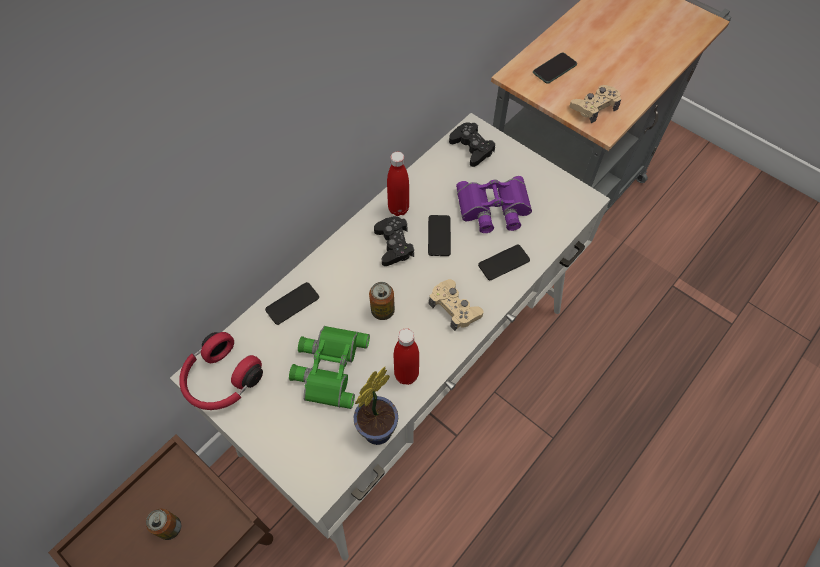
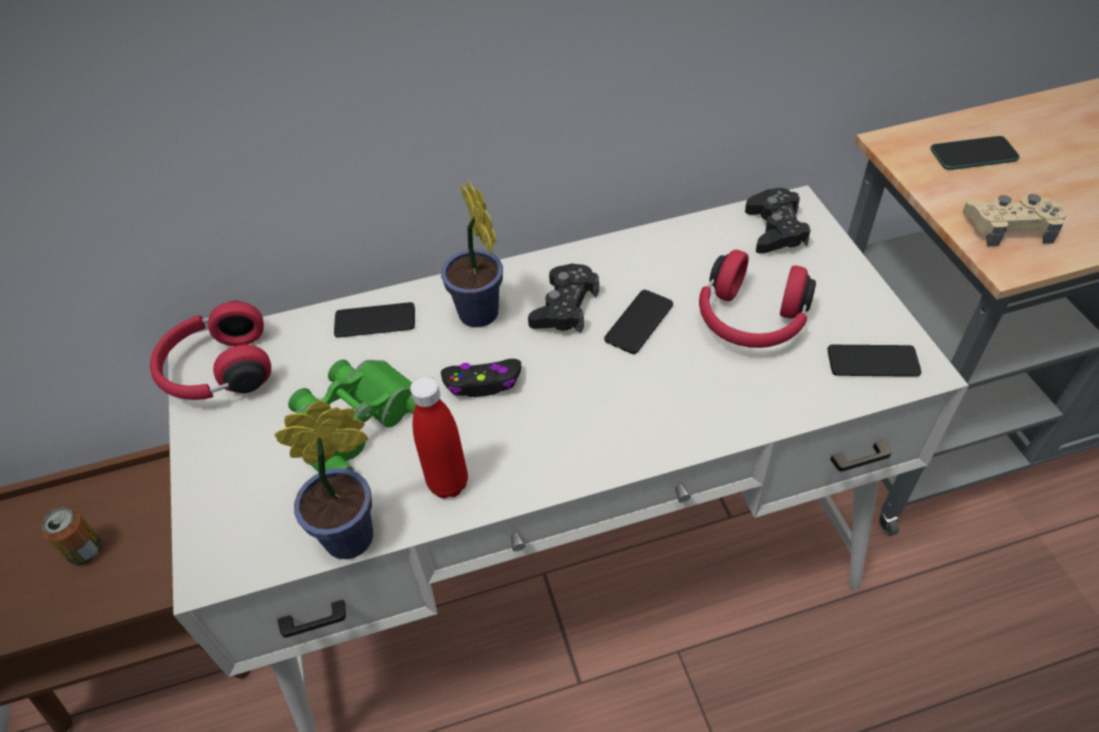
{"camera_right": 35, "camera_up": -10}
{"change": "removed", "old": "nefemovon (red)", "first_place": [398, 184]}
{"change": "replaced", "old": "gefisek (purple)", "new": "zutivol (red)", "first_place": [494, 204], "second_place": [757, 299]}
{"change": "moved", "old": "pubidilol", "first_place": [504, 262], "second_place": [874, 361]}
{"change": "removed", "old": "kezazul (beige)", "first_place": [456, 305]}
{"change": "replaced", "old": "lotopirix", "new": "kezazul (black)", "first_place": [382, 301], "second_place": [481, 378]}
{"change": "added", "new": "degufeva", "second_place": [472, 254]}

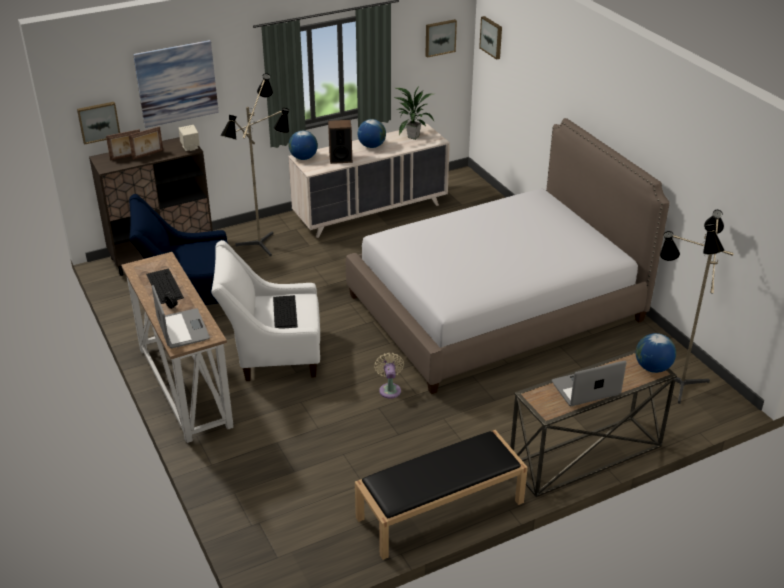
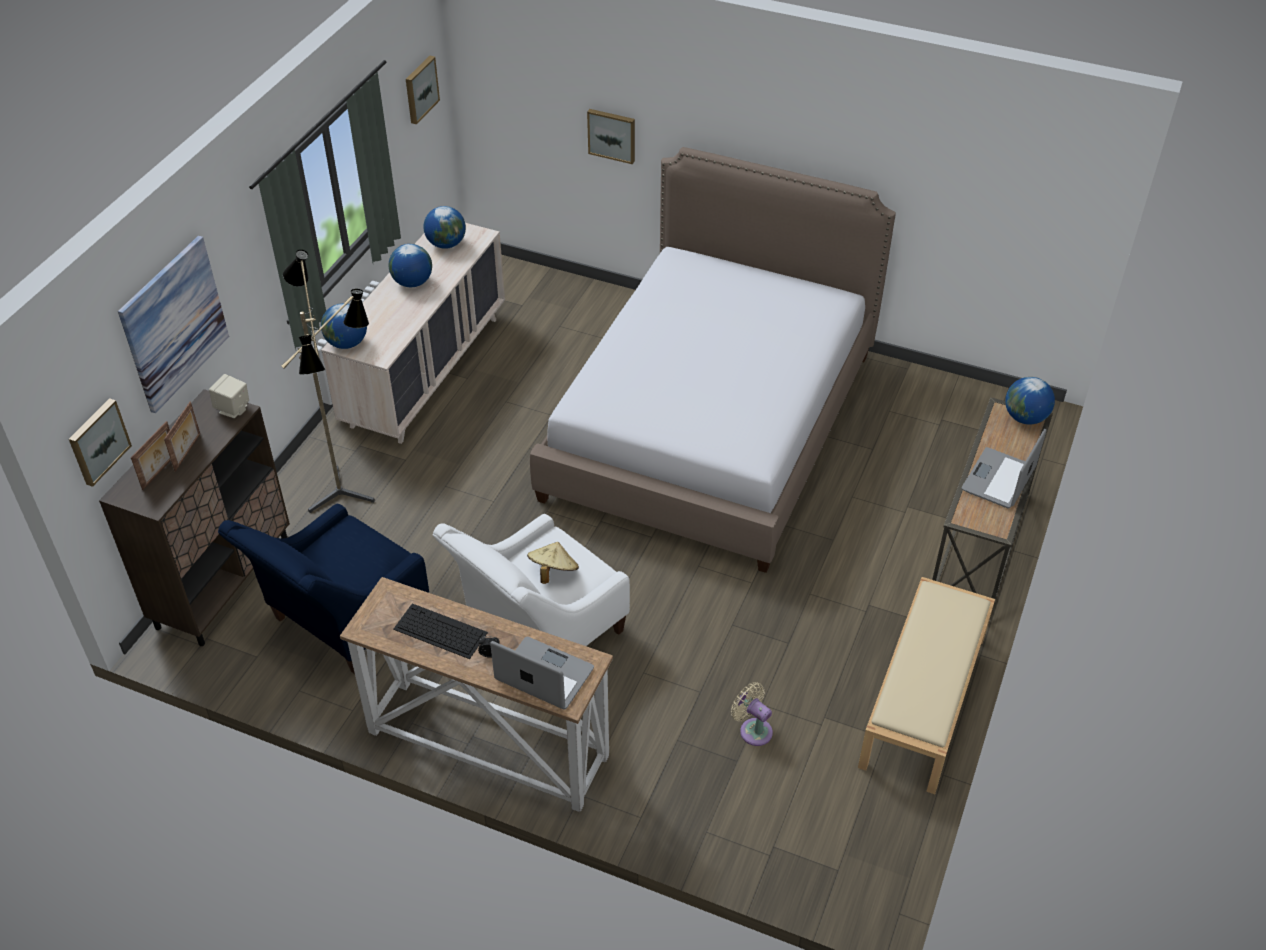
{"camera_right": -40, "camera_up": 10}
{"change": "moved", "old": "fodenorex", "first_place": [490, 38], "second_place": [611, 136]}
{"change": "replaced", "old": "degufeva", "new": "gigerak", "first_place": [416, 114], "second_place": [445, 227]}
{"change": "removed", "old": "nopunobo", "first_place": [340, 142]}
{"change": "removed", "old": "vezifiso", "first_place": [697, 307]}
{"change": "replaced", "old": "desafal", "new": "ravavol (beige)", "first_place": [285, 311], "second_place": [553, 563]}
{"change": "moved", "old": "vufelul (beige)", "first_place": [389, 375], "second_place": [752, 714]}
{"change": "recoloured", "old": "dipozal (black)", "new": "dipozal (beige)", "first_place": [441, 495], "second_place": [926, 685]}

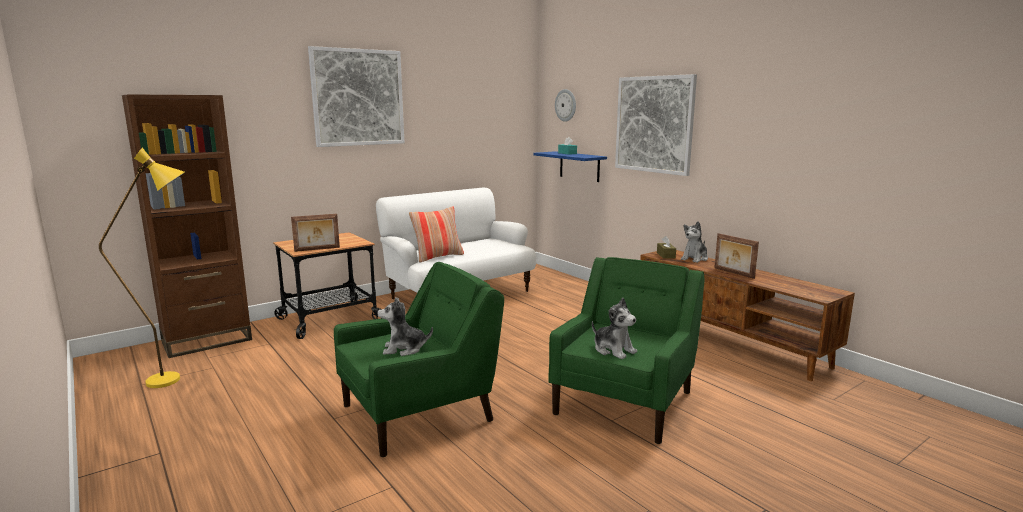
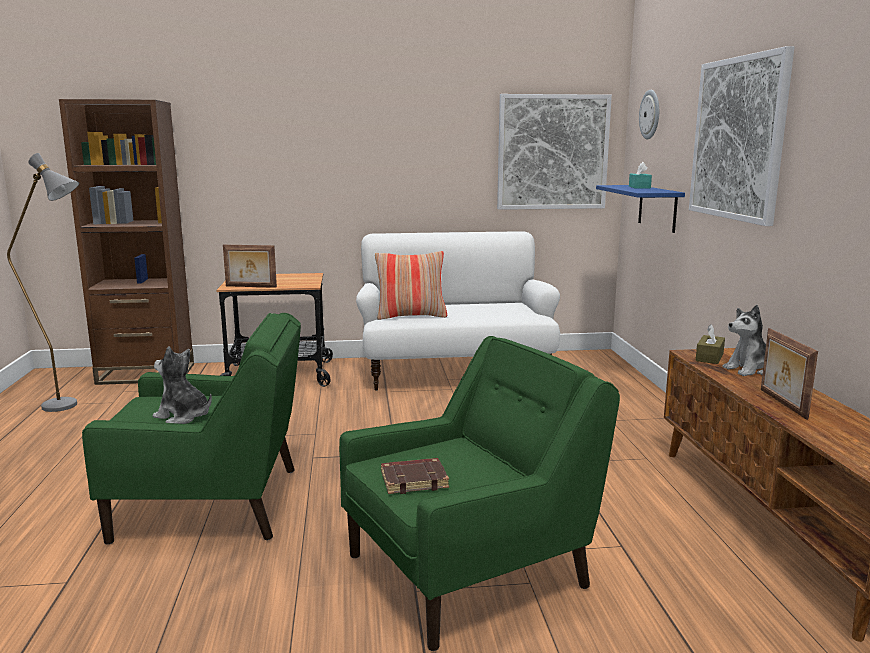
{"camera_right": 30, "camera_up": 0}
{"change": "moved", "old": "fodenorex", "first_place": [356, 96], "second_place": [554, 152]}
{"change": "recoloured", "old": "vezifiso (yellow)", "new": "vezifiso (grey)", "first_place": [142, 268], "second_place": [43, 282]}
{"change": "replaced", "old": "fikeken", "new": "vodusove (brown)", "first_place": [614, 328], "second_place": [415, 476]}

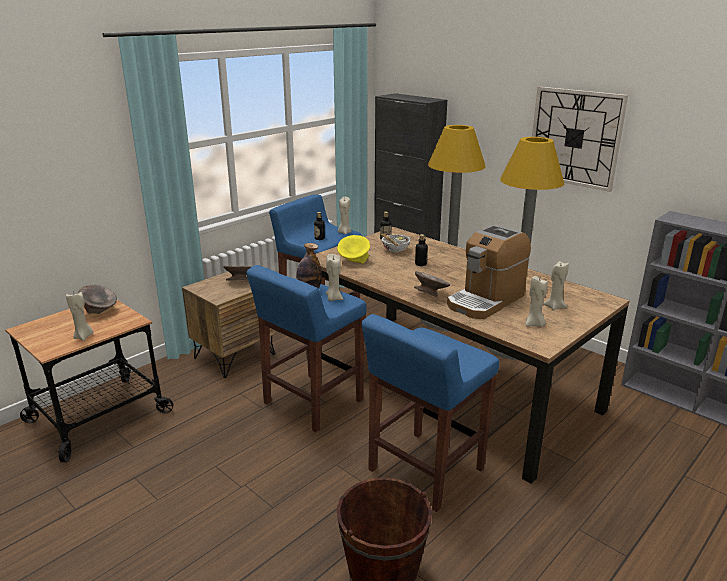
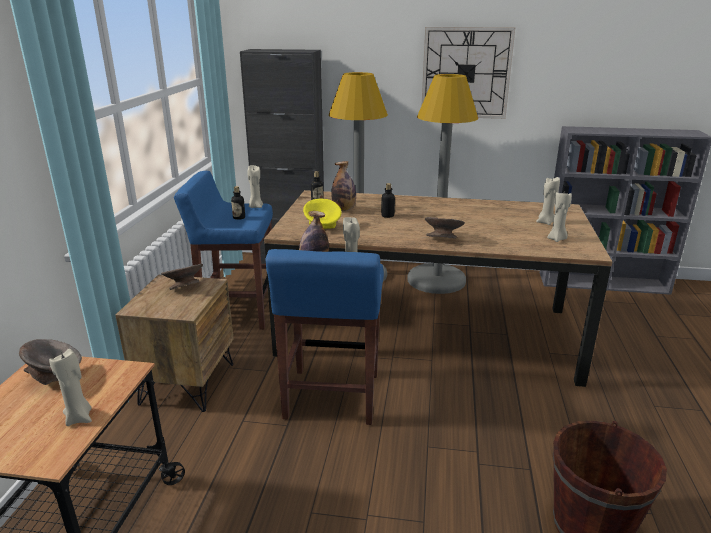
{"camera_right": -35, "camera_up": 0}
{"change": "removed", "old": "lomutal", "first_place": [489, 272]}
{"change": "replaced", "old": "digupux", "new": "nefemovon", "first_place": [396, 243], "second_place": [343, 186]}
{"change": "removed", "old": "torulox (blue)", "first_place": [430, 413]}

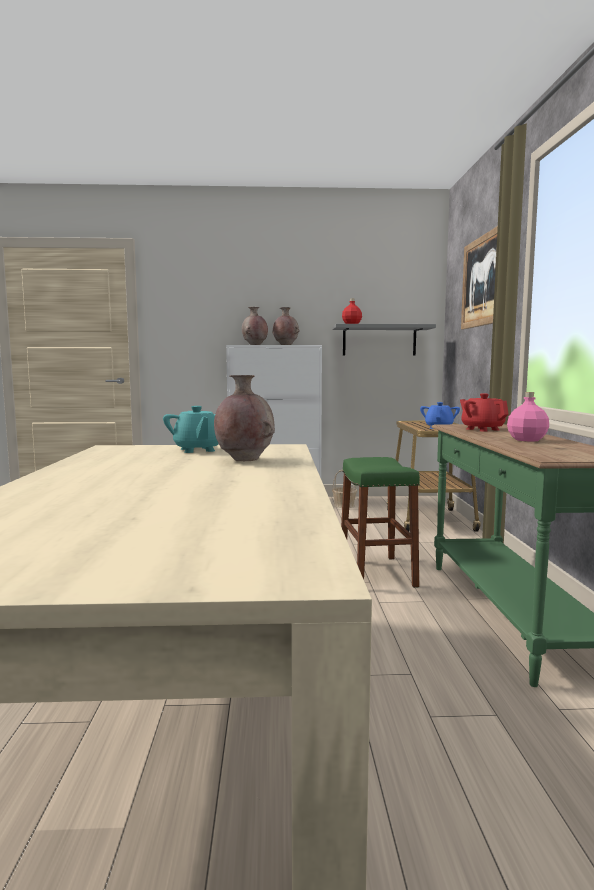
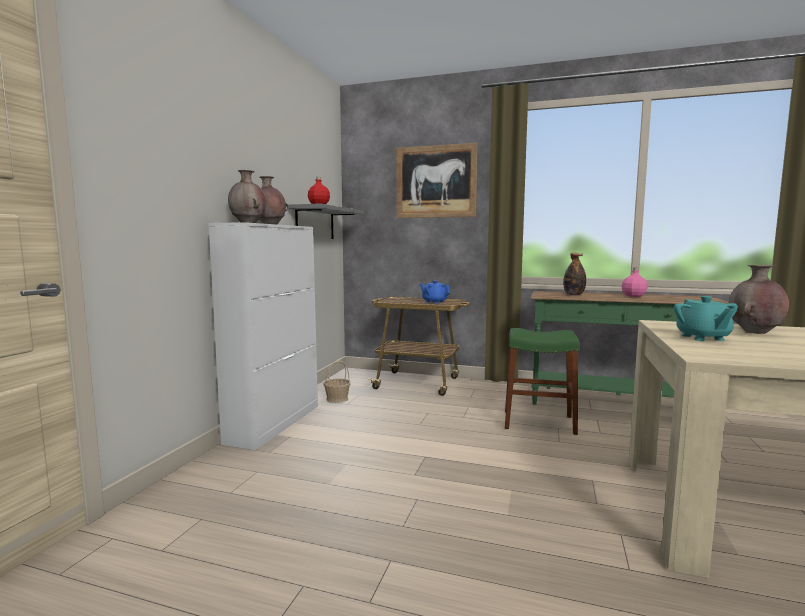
{"camera_right": -70, "camera_up": 0}
{"change": "replaced", "old": "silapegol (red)", "new": "nefemovon", "first_place": [484, 412], "second_place": [574, 274]}
{"change": "turned", "old": "silapegol (turquoise)", "first_place": [191, 429], "second_place": [706, 318], "degrees": 90}

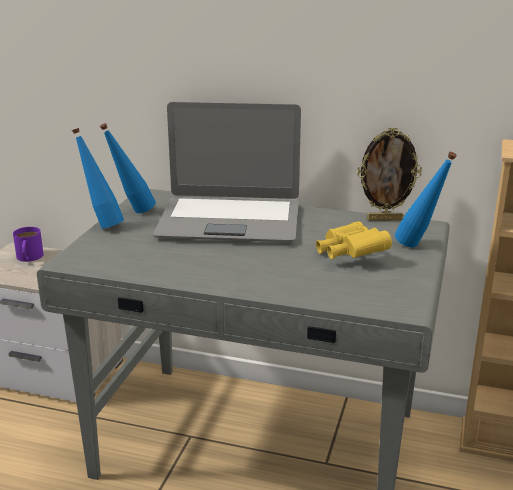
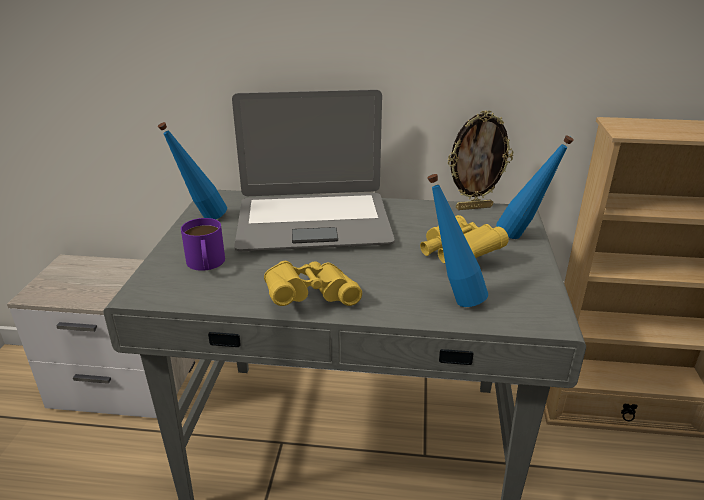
{"camera_right": -10, "camera_up": 5}
{"change": "moved", "old": "nefemovon (blue)", "first_place": [98, 178], "second_place": [457, 240]}
{"change": "moved", "old": "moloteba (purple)", "first_place": [28, 244], "second_place": [203, 244]}
{"change": "added", "new": "gefisek (yellow)", "second_place": [313, 283]}

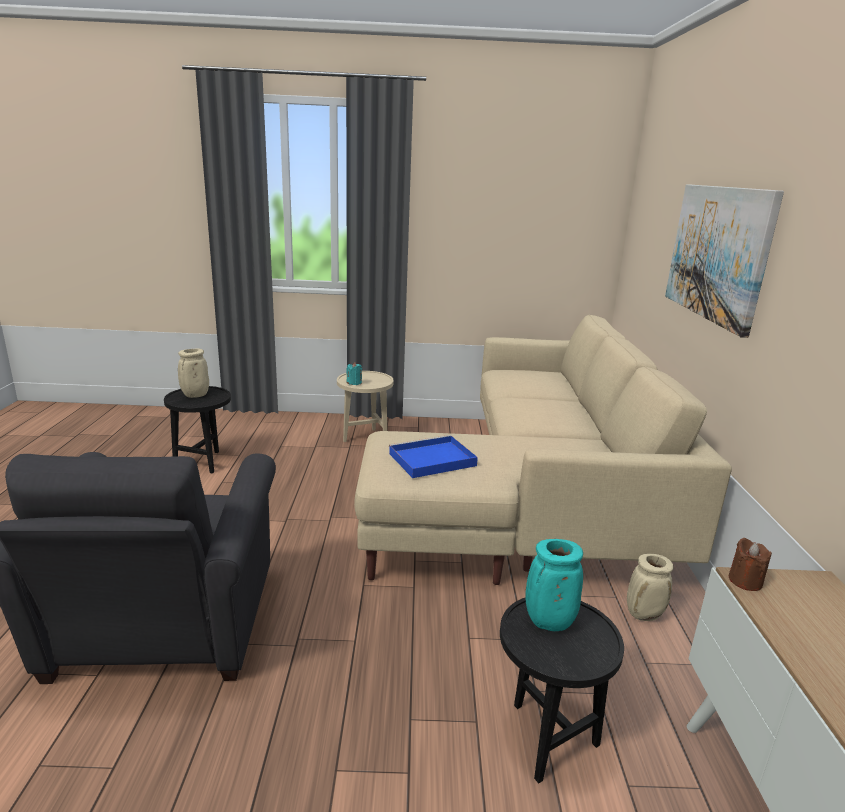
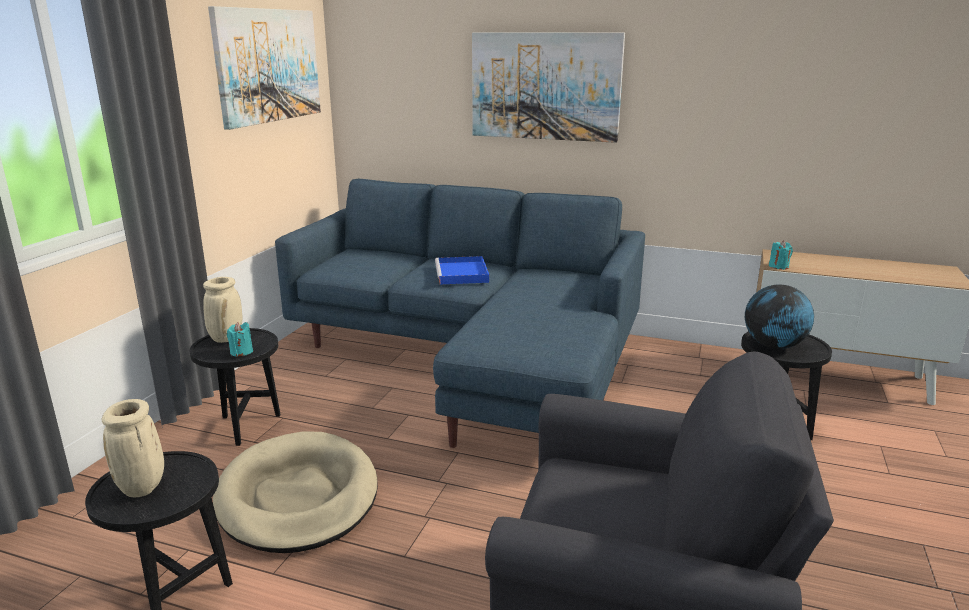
{"camera_right": -70, "camera_up": 0}
{"change": "recoloured", "old": "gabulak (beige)", "new": "gabulak (blue)", "first_place": [543, 450], "second_place": [460, 313]}
{"change": "recoloured", "old": "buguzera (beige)", "new": "buguzera (black)", "first_place": [365, 406], "second_place": [235, 387]}
{"change": "moved", "old": "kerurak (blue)", "first_place": [433, 456], "second_place": [462, 270]}
{"change": "recoloured", "old": "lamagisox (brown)", "new": "lamagisox (turquoise)", "first_place": [750, 564], "second_place": [781, 255]}
{"change": "replaced", "old": "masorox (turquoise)", "new": "gigerak", "first_place": [554, 585], "second_place": [779, 316]}
{"change": "moved", "old": "masorox (beige)", "first_place": [650, 587], "second_place": [223, 310]}
{"change": "added", "new": "fodenorex", "second_place": [264, 68]}
{"change": "added", "new": "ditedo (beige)", "second_place": [295, 492]}

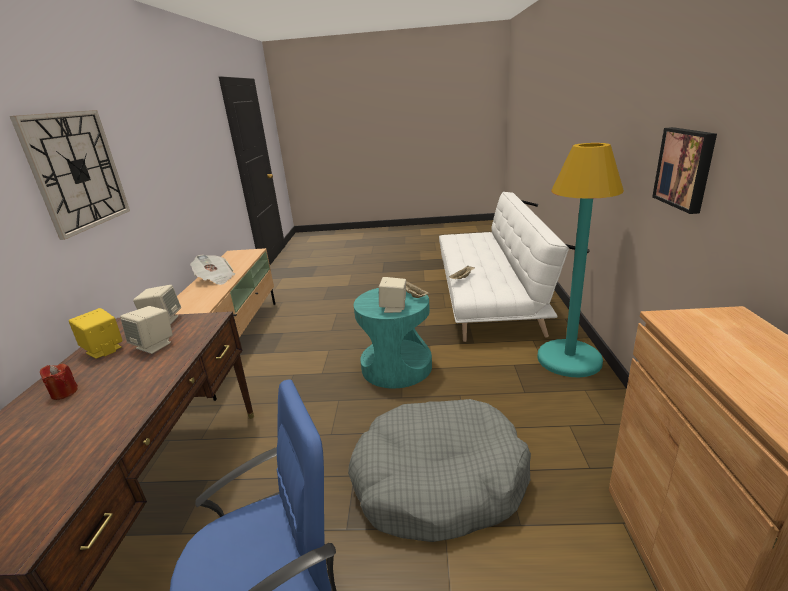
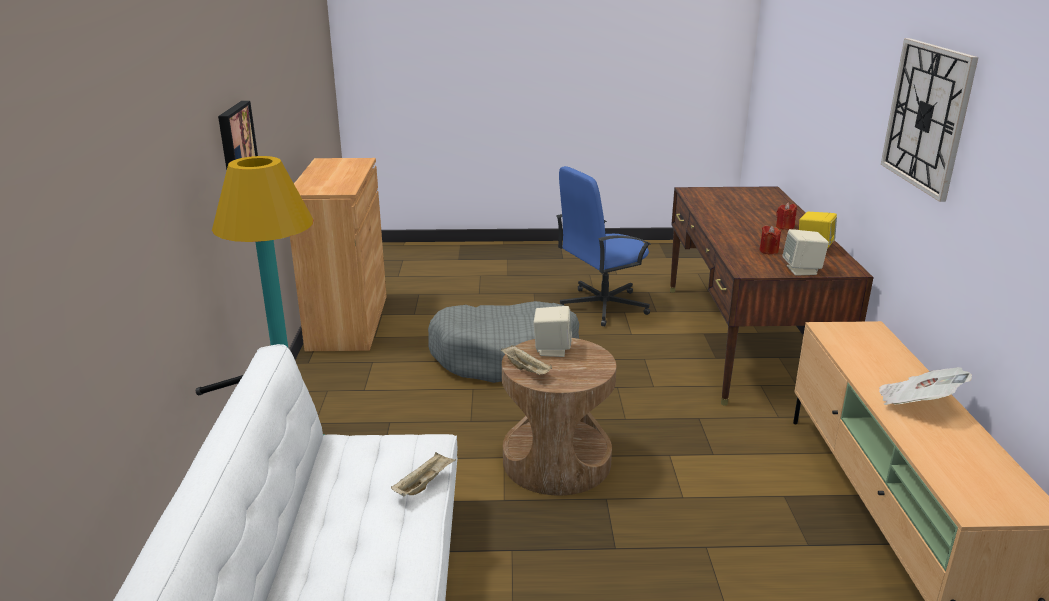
{"camera_right": 175, "camera_up": 0}
{"change": "recoloured", "old": "buguzera (turquoise)", "new": "buguzera (brown)", "first_place": [393, 338], "second_place": [559, 417]}
{"change": "replaced", "old": "nopunobo (beige)", "new": "lamagisox (red)", "first_place": [146, 330], "second_place": [770, 239]}

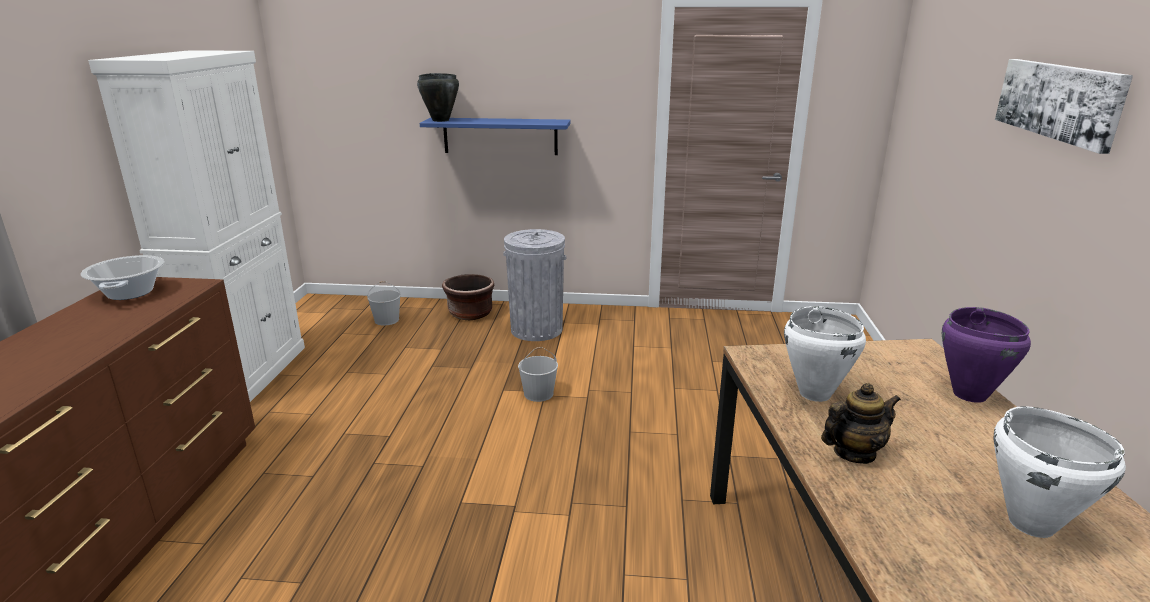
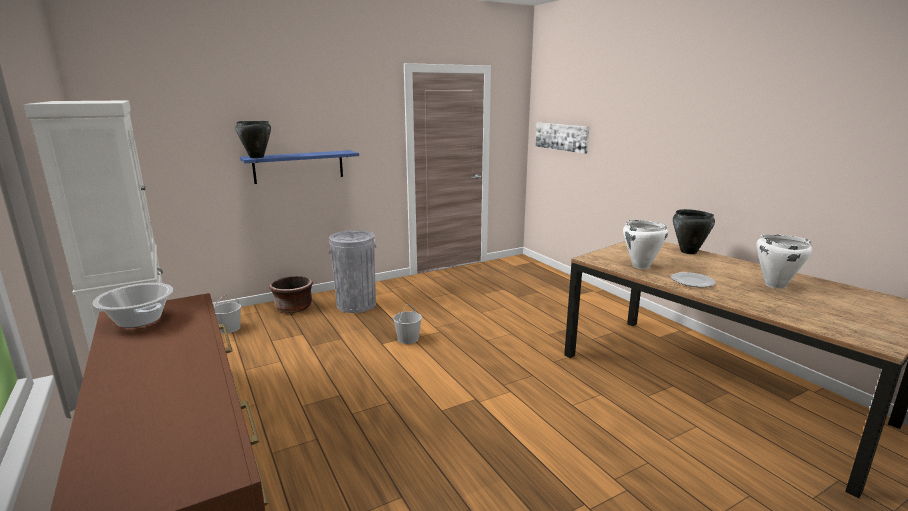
{"camera_right": -35, "camera_up": -5}
{"change": "moved", "old": "fodenorex", "first_place": [1064, 106], "second_place": [562, 138]}
{"change": "recoloured", "old": "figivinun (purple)", "new": "figivinun (black)", "first_place": [986, 355], "second_place": [694, 231]}
{"change": "replaced", "old": "silapegol", "new": "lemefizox", "first_place": [861, 423], "second_place": [693, 279]}

